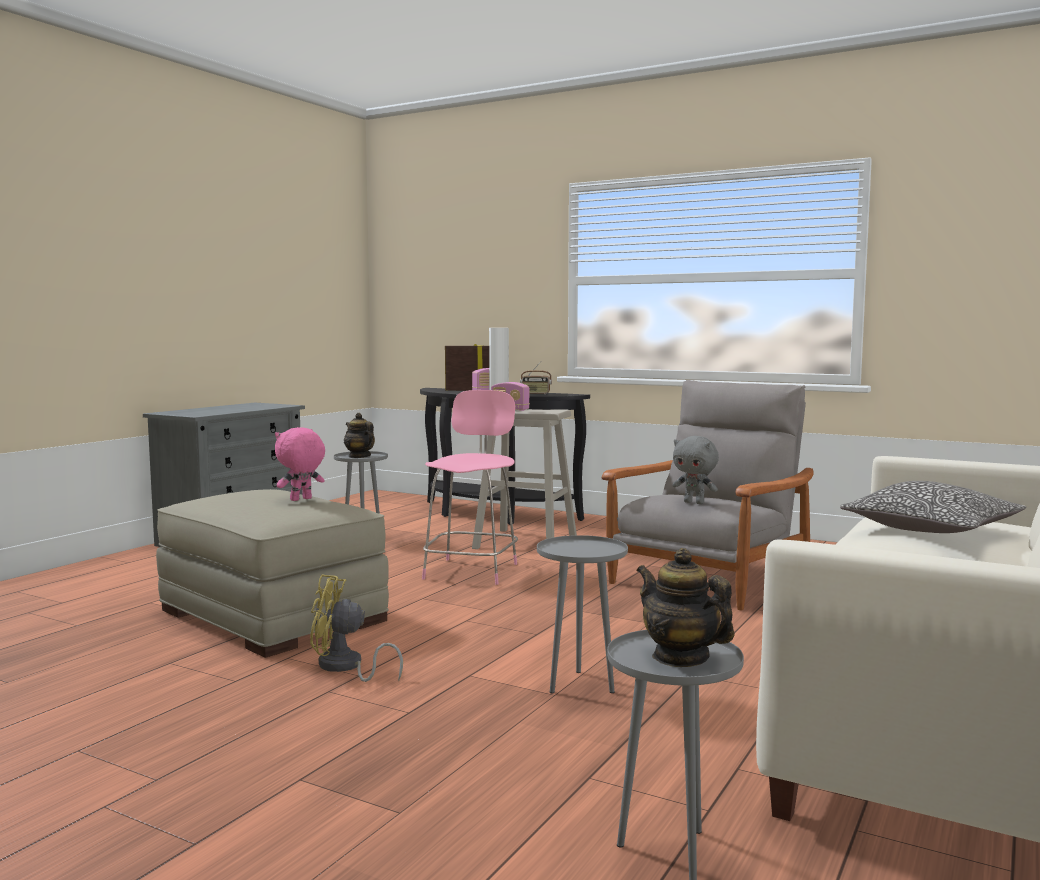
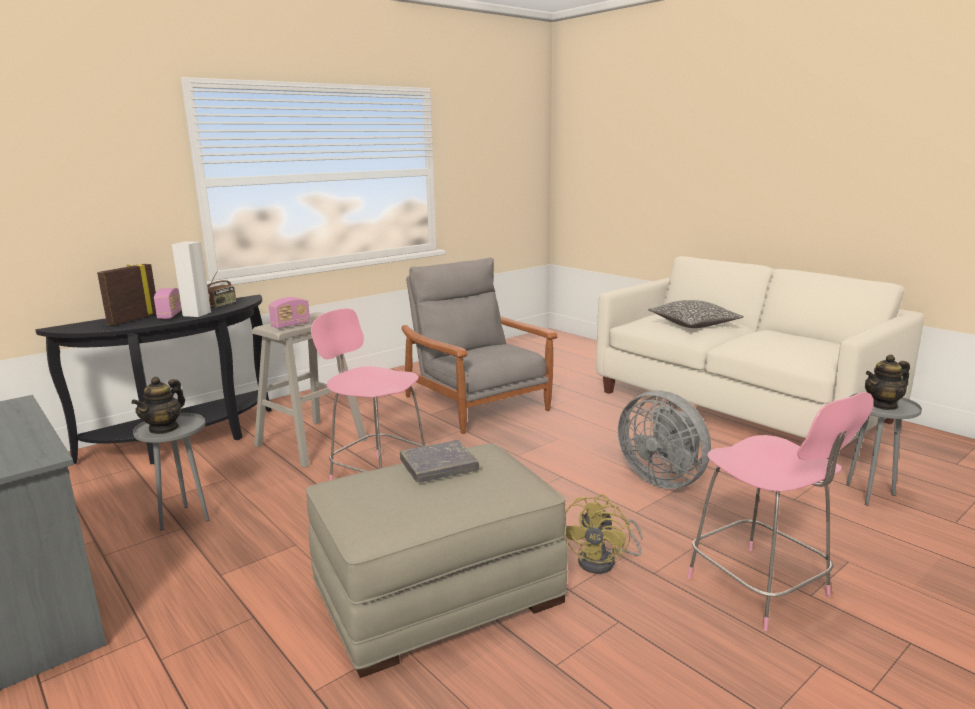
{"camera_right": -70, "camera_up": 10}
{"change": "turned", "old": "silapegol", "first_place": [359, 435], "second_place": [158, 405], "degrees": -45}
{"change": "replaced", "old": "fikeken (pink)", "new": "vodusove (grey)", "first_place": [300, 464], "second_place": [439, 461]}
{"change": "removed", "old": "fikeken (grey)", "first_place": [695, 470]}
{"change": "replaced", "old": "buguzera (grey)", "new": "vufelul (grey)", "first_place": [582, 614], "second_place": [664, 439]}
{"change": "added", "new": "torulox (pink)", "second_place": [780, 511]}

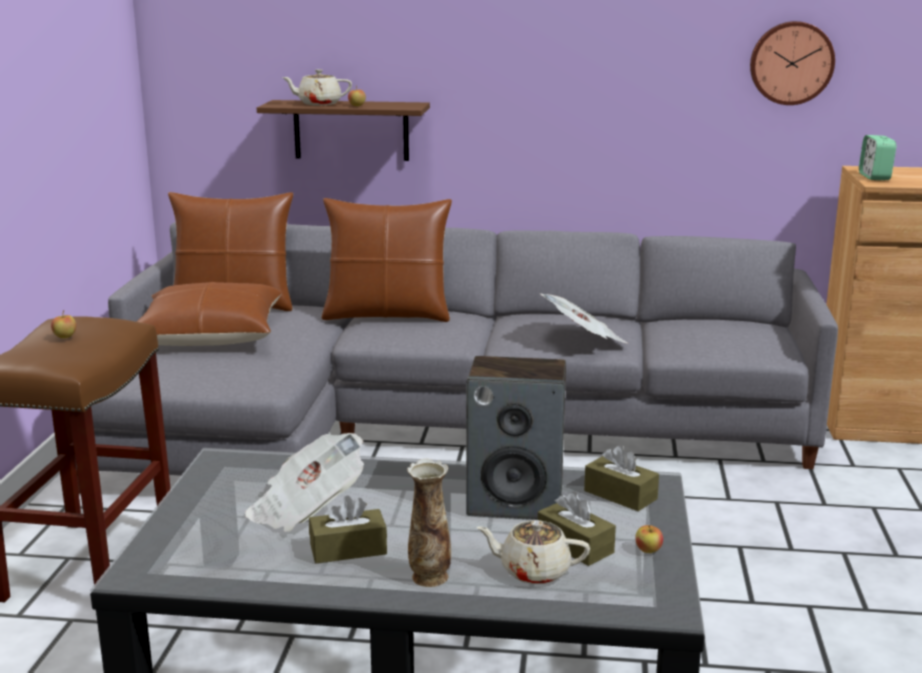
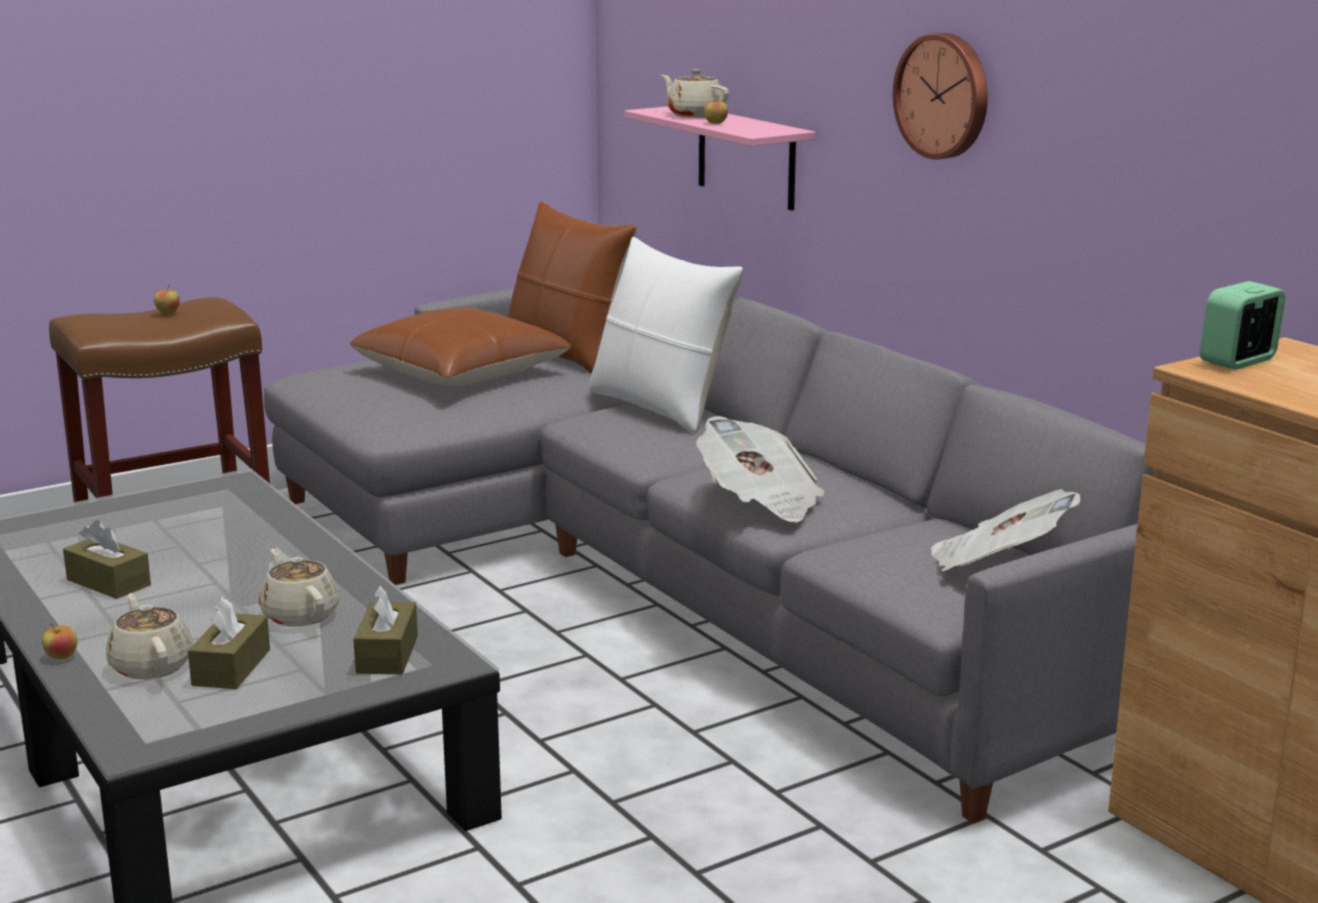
{"camera_right": 50, "camera_up": 0}
{"change": "moved", "old": "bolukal", "first_place": [792, 63], "second_place": [940, 96]}
{"change": "recoloured", "old": "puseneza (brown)", "new": "puseneza (pink)", "first_place": [343, 130], "second_place": [720, 158]}
{"change": "recoloured", "old": "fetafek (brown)", "new": "fetafek (white)", "first_place": [387, 260], "second_place": [666, 335]}
{"change": "replaced", "old": "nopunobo", "new": "silapegol (beige)", "first_place": [516, 438], "second_place": [299, 588]}
{"change": "moved", "old": "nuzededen", "first_place": [305, 482], "second_place": [1005, 530]}
{"change": "removed", "old": "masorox", "first_place": [429, 523]}
{"change": "moved", "old": "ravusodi", "first_place": [649, 539], "second_place": [59, 641]}

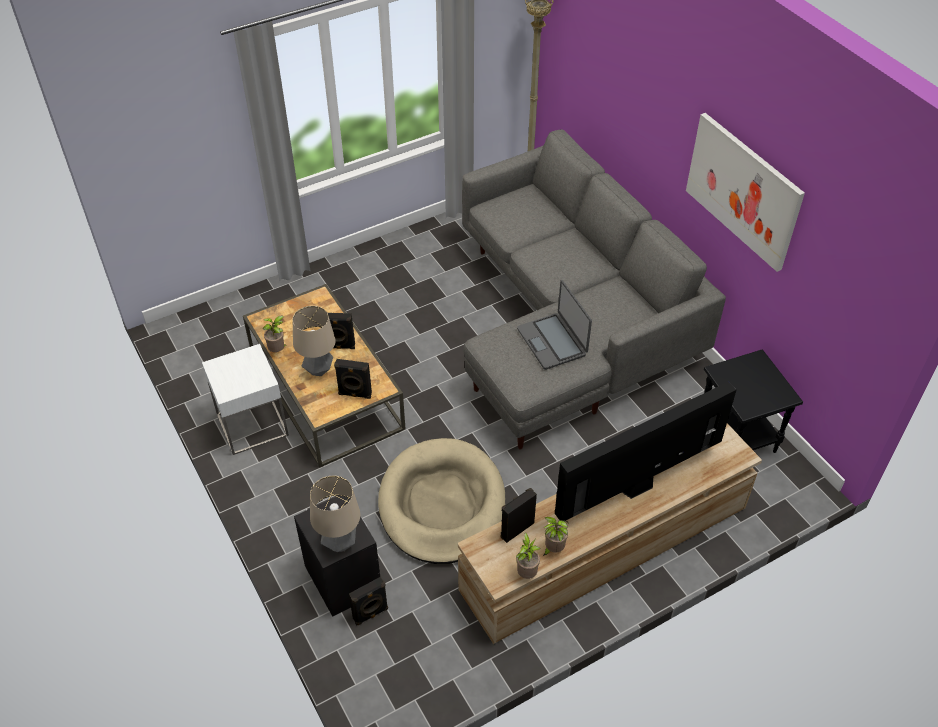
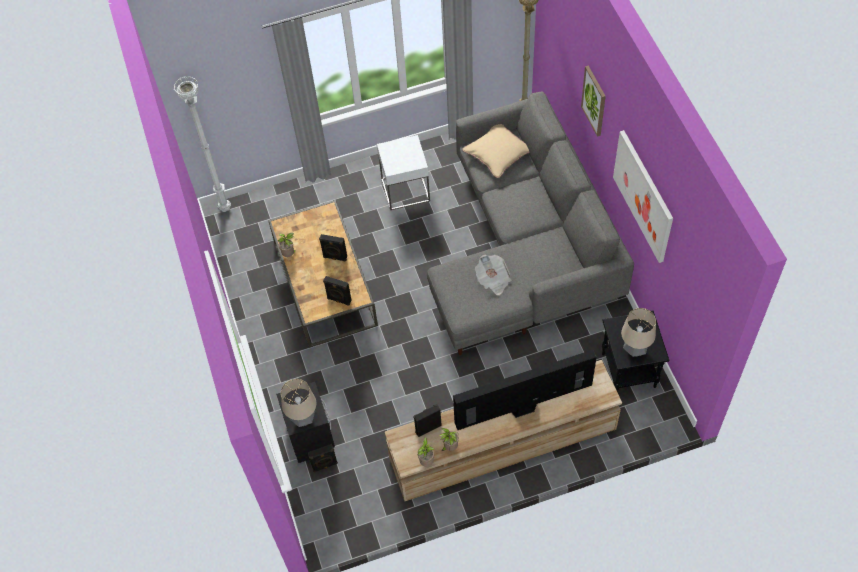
{"camera_right": 15, "camera_up": 10}
{"change": "replaced", "old": "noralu", "new": "nuzededen", "first_place": [554, 325], "second_place": [493, 275]}
{"change": "moved", "old": "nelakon", "first_place": [314, 341], "second_place": [638, 332]}
{"change": "moved", "old": "buguzera (white)", "first_place": [245, 399], "second_place": [403, 172]}
{"change": "removed", "old": "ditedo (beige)", "first_place": [441, 501]}
{"change": "added", "new": "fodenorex", "second_place": [593, 101]}
{"change": "added", "new": "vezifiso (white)", "second_place": [202, 144]}
{"change": "added", "new": "fetafek (beige)", "second_place": [496, 151]}

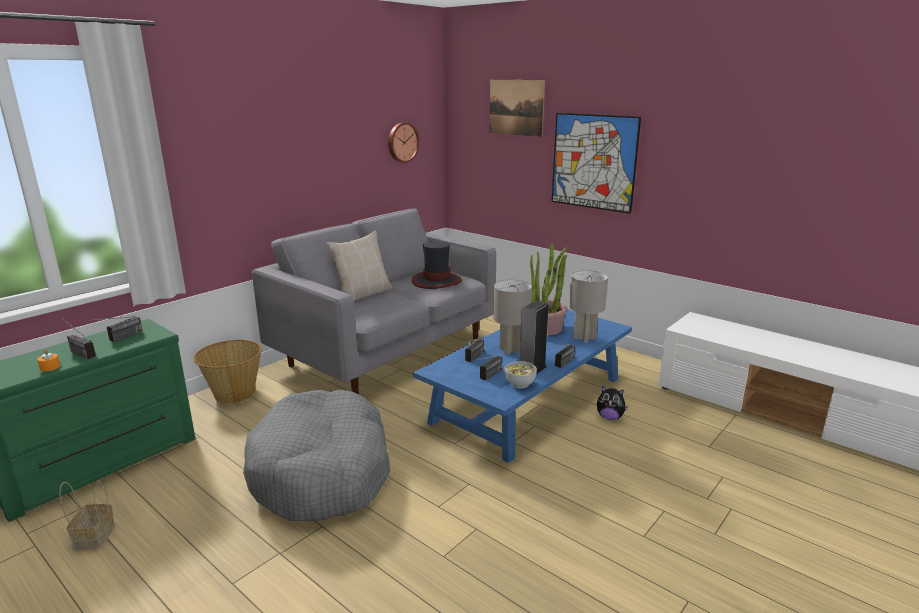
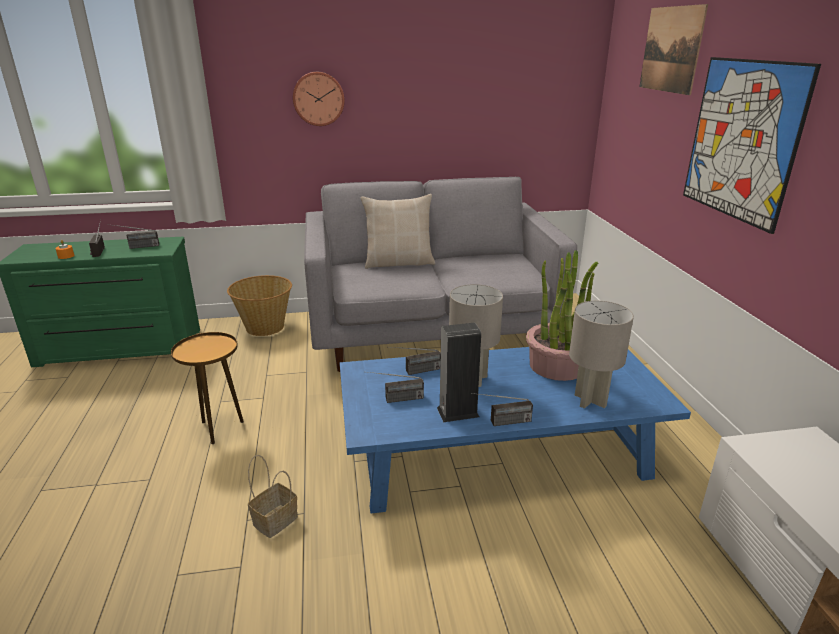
{"camera_right": 40, "camera_up": 5}
{"change": "moved", "old": "bolukal", "first_place": [403, 142], "second_place": [319, 99]}
{"change": "removed", "old": "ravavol", "first_place": [437, 265]}
{"change": "removed", "old": "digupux", "first_place": [520, 374]}
{"change": "removed", "old": "fikeken", "first_place": [613, 403]}
{"change": "replaced", "old": "ditedo (grey)", "new": "buguzera (brown)", "first_place": [316, 455], "second_place": [207, 388]}
{"change": "moved", "old": "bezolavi", "first_place": [87, 515], "second_place": [273, 496]}

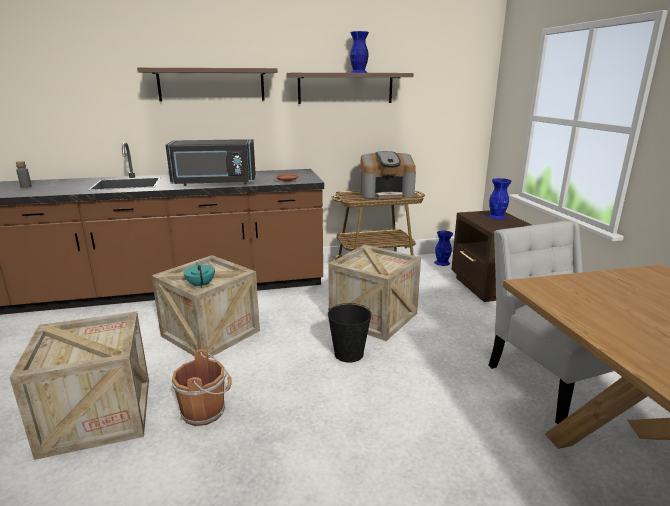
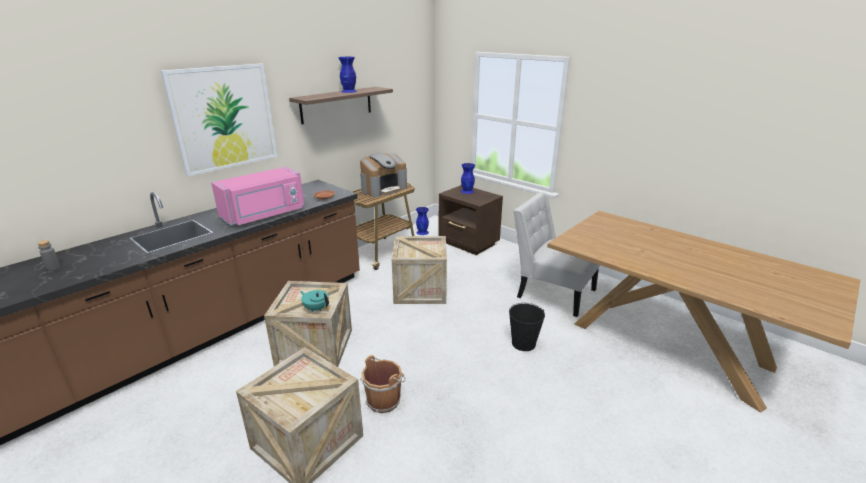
{"camera_right": -35, "camera_up": 5}
{"change": "replaced", "old": "puseneza", "new": "fodenorex", "first_place": [207, 85], "second_place": [219, 120]}
{"change": "recoloured", "old": "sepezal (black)", "new": "sepezal (pink)", "first_place": [211, 162], "second_place": [257, 196]}
{"change": "moved", "old": "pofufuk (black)", "first_place": [349, 332], "second_place": [527, 327]}

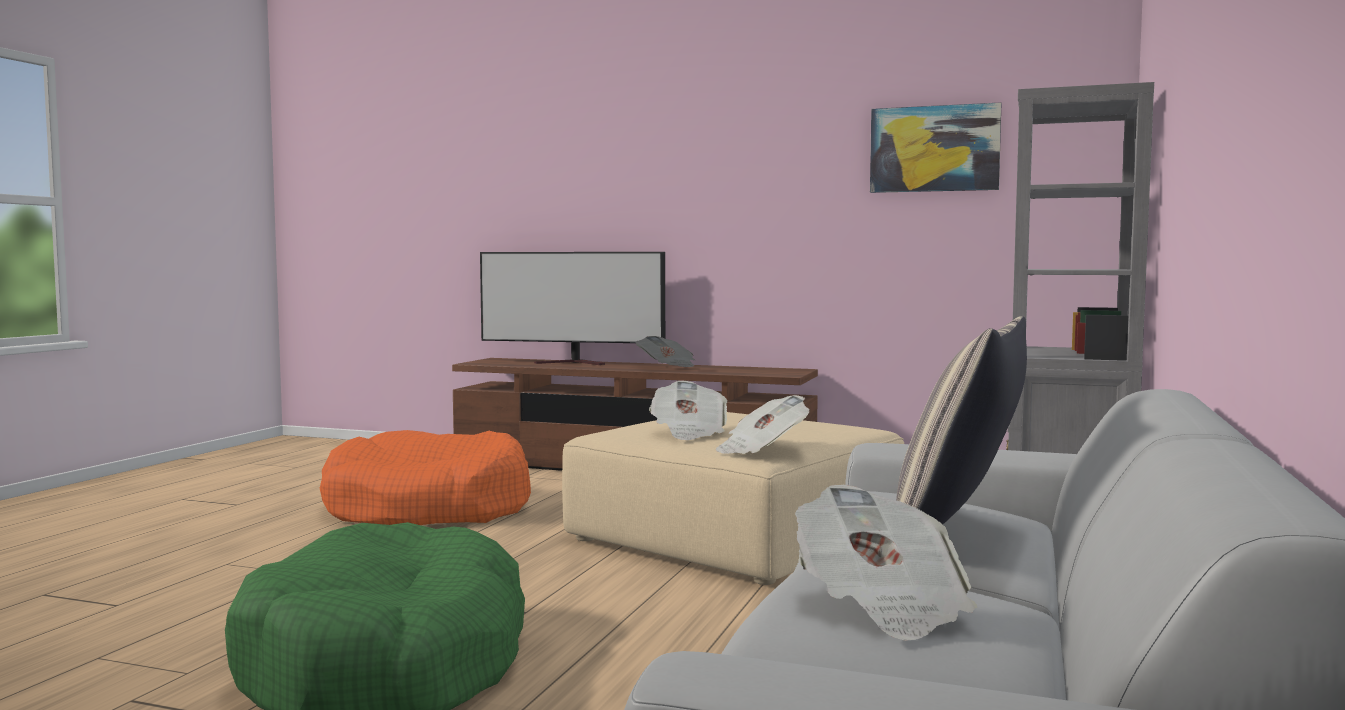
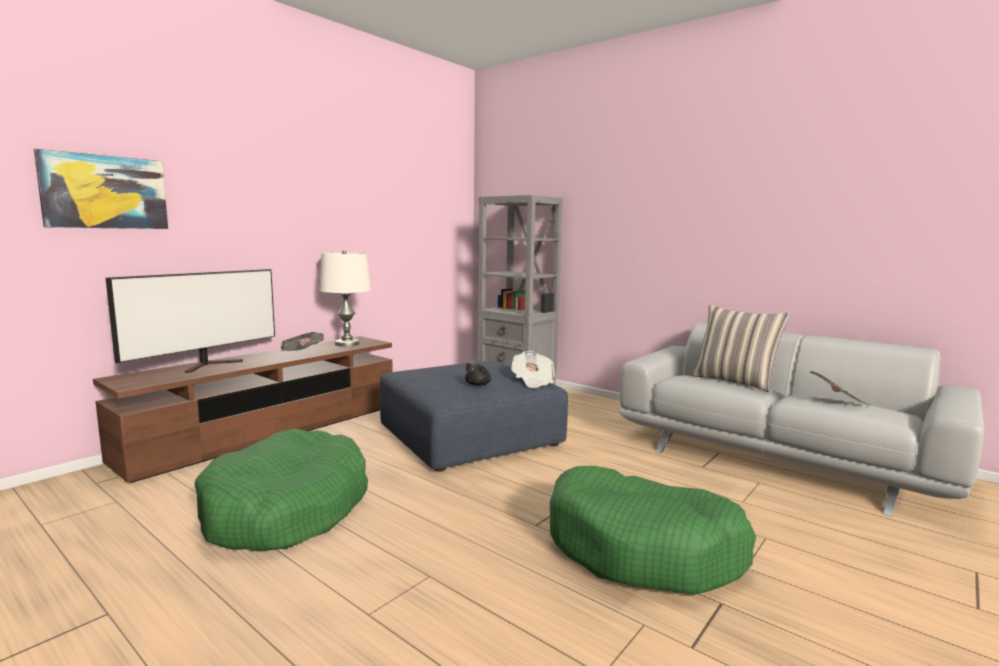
{"camera_right": -70, "camera_up": 5}
{"change": "moved", "old": "fodenorex", "first_place": [935, 147], "second_place": [101, 189]}
{"change": "replaced", "old": "nuzededen", "new": "fikeken (black)", "first_place": [688, 410], "second_place": [478, 374]}
{"change": "recoloured", "old": "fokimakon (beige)", "new": "fokimakon (blue)", "first_place": [733, 498], "second_place": [474, 416]}
{"change": "recoloured", "old": "ditedo (orange)", "new": "ditedo (green)", "first_place": [425, 477], "second_place": [281, 490]}
{"change": "added", "new": "nelakon (white)", "second_place": [345, 298]}

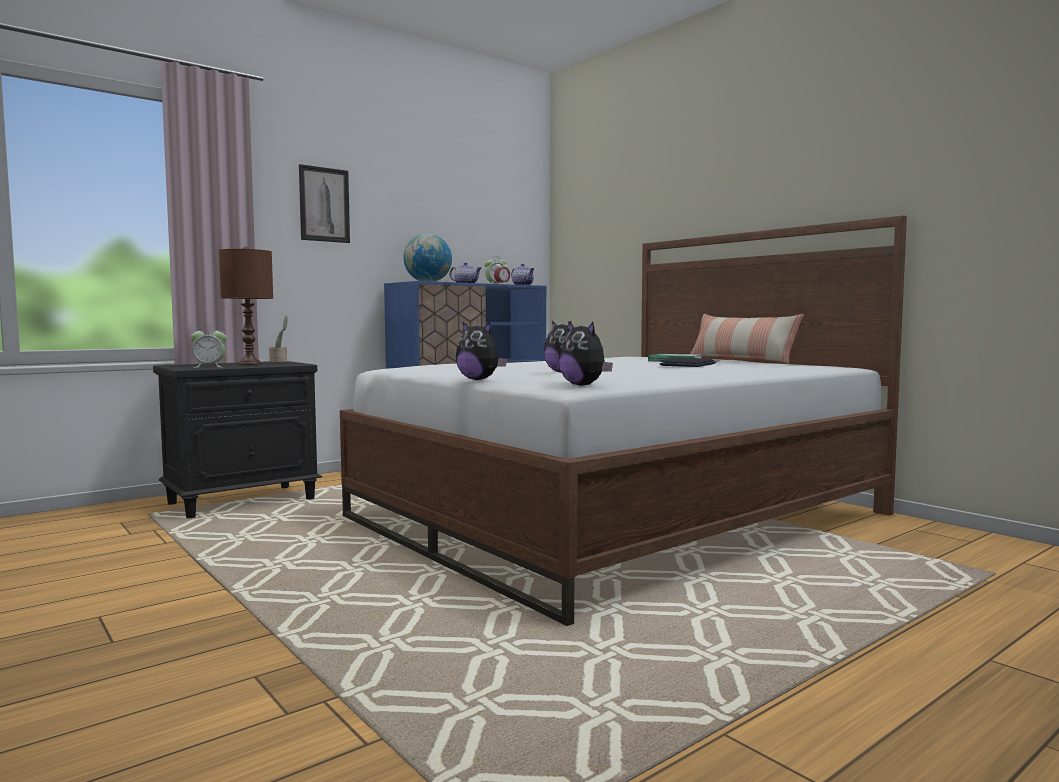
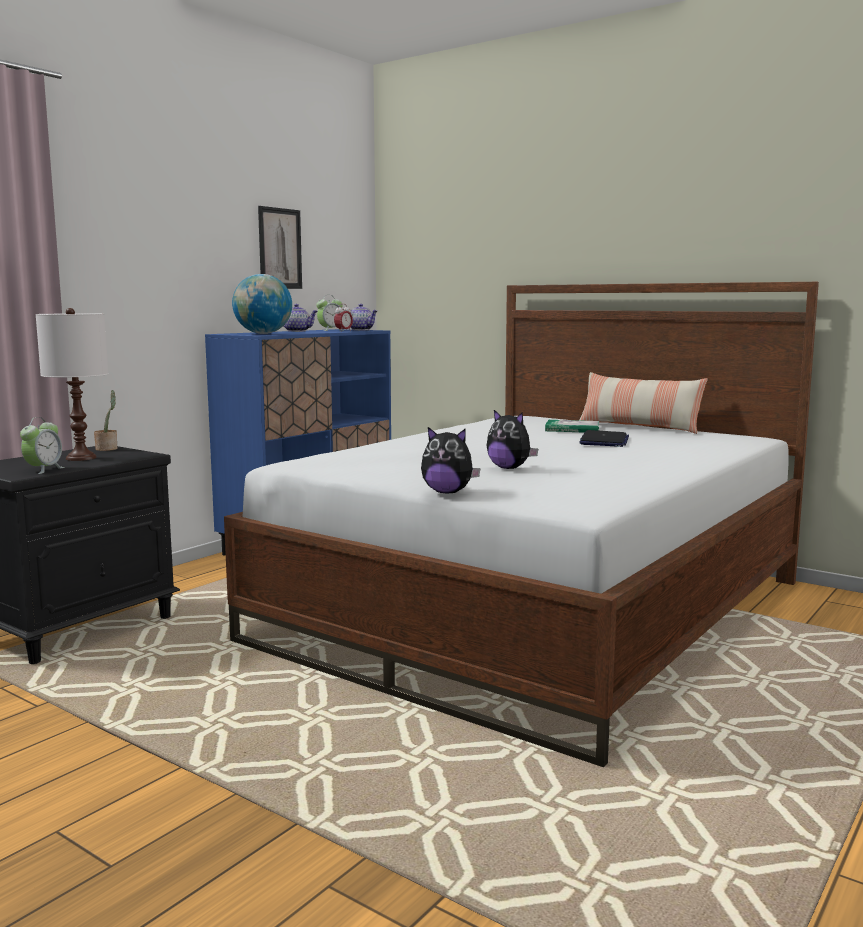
{"camera_right": -15, "camera_up": 5}
{"change": "moved", "old": "fodenorex", "first_place": [324, 203], "second_place": [280, 247]}
{"change": "recoloured", "old": "nelakon (brown)", "new": "nelakon (white)", "first_place": [246, 305], "second_place": [72, 384]}
{"change": "removed", "old": "fikeken", "first_place": [585, 353]}
{"change": "turned", "old": "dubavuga", "first_place": [208, 347], "second_place": [42, 445], "degrees": -45}

